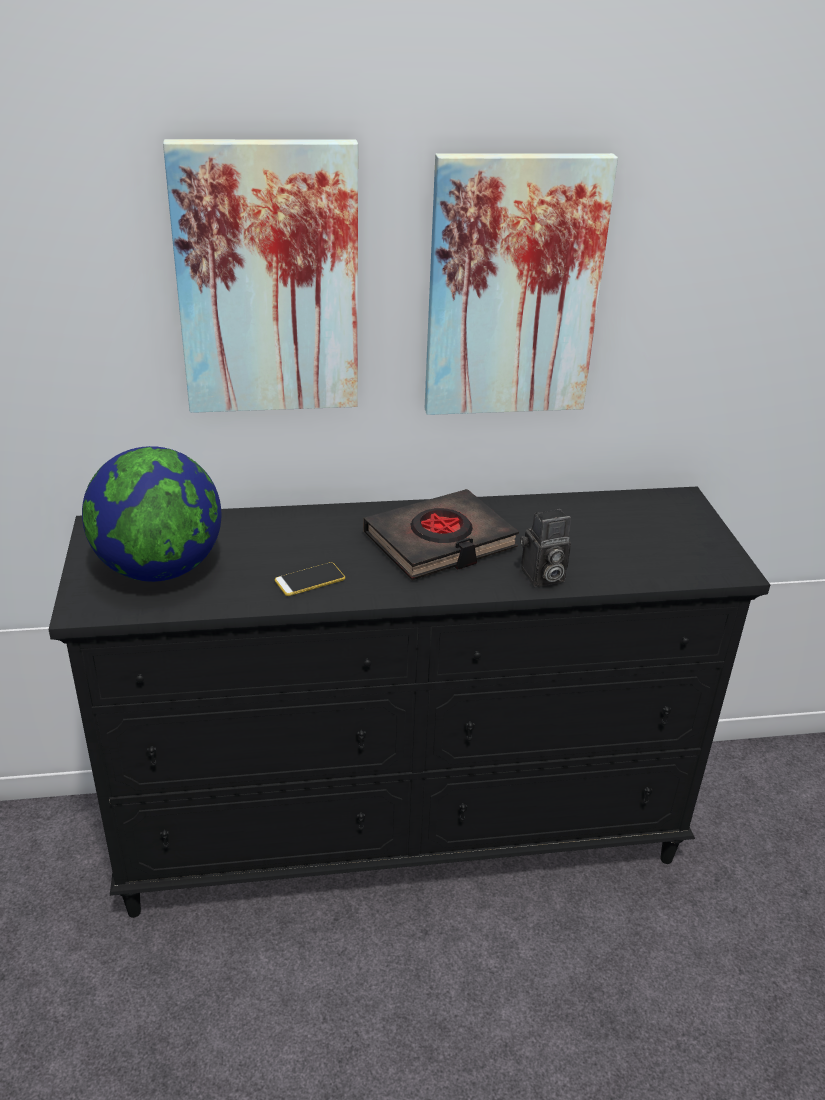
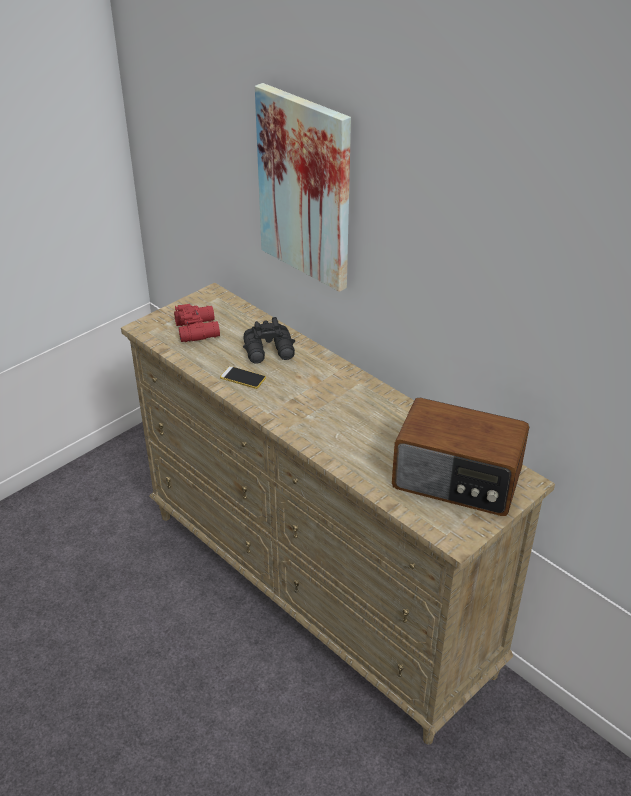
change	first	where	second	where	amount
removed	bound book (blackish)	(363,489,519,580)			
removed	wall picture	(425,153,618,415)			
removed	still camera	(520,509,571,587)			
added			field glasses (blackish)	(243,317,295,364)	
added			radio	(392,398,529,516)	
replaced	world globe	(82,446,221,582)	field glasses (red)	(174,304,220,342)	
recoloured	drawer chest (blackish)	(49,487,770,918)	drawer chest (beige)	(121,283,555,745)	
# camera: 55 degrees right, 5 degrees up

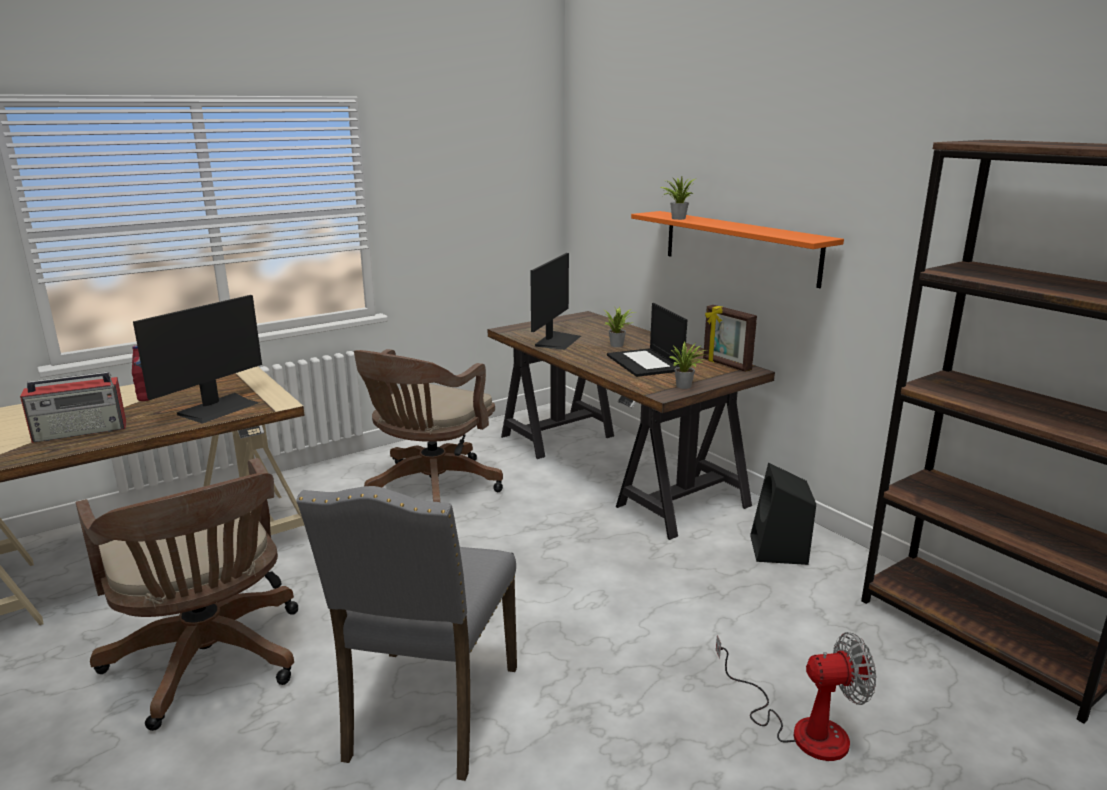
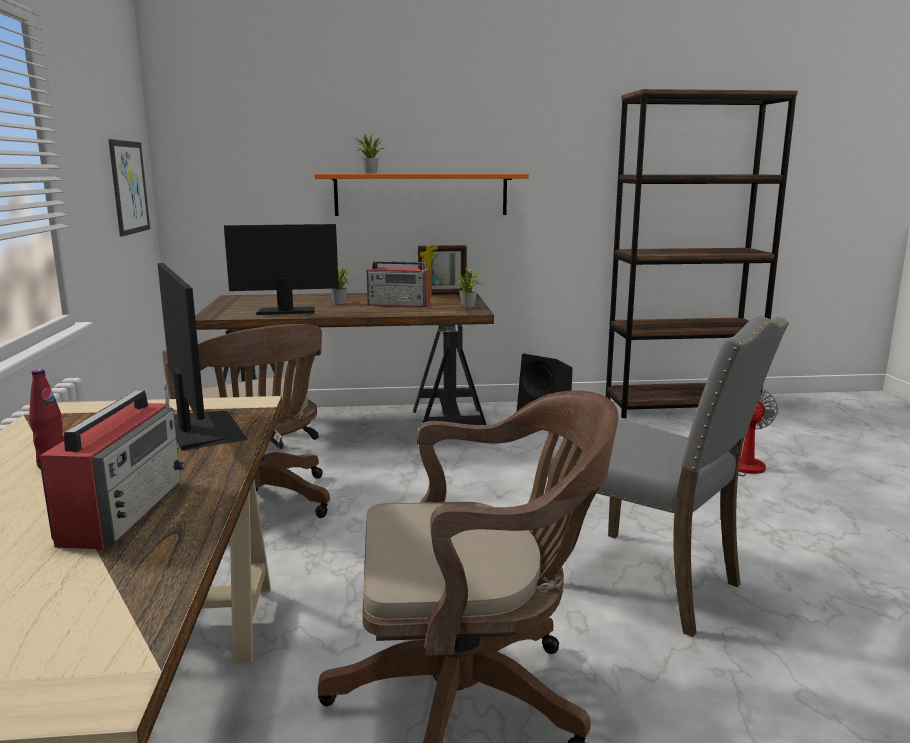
change	first	where	second	where	amount
added			wall picture	(108,139,150,237)	
replaced	laptop	(607,303,687,377)	radio	(367,261,430,307)	
turned	computer screen	(530,253,581,350)		(224,224,339,315)	60 degrees counterclockwise
# camera: 60 degrees left, 5 degrees down

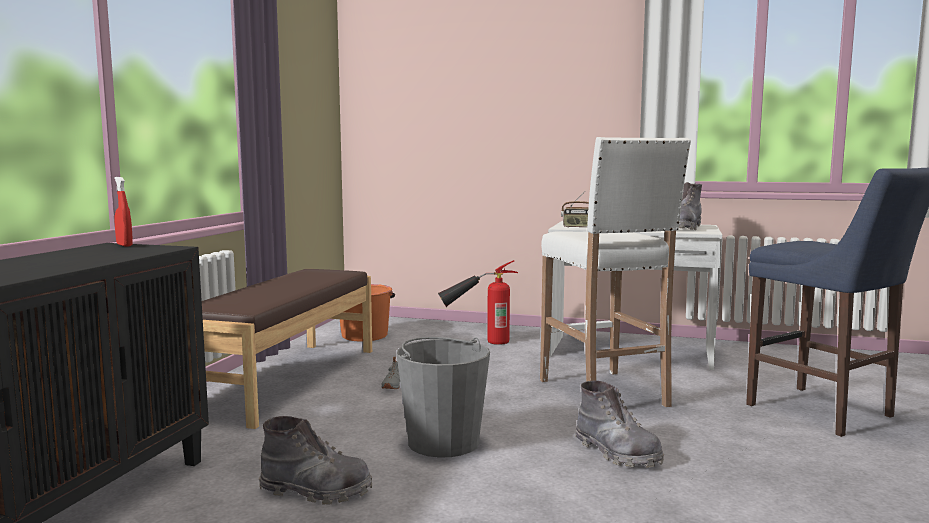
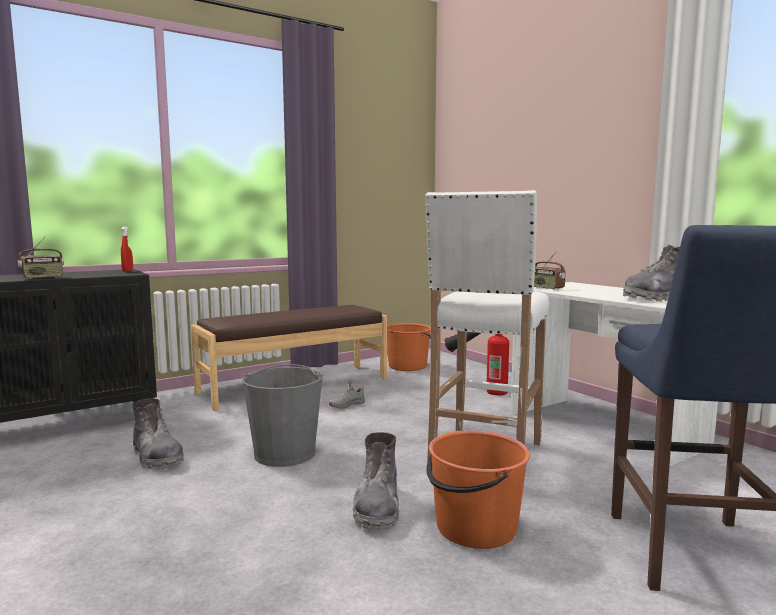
change	first	where	second	where	amount
added			radio	(17,237,64,279)	
added			water bucket (orange)	(426,430,530,549)	
# camera: 40 degrees right, 0 degrees up

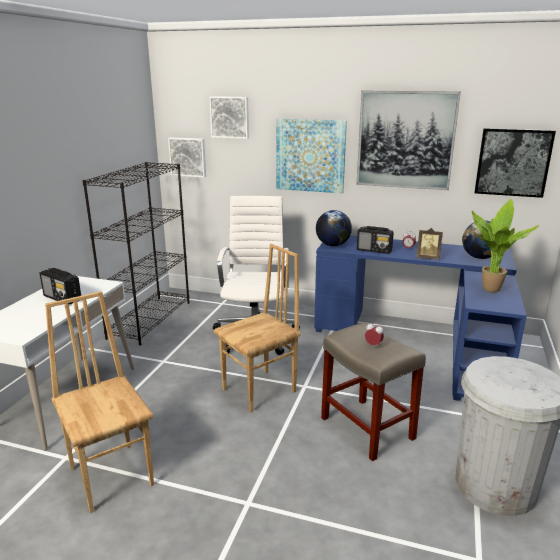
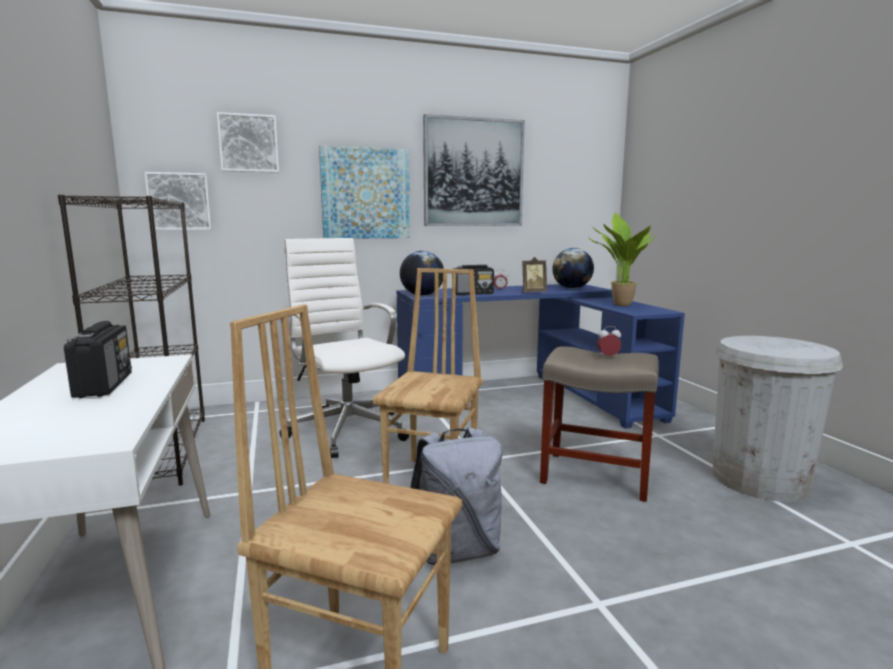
change	first	where	second	where	amount
removed	wall picture	(474,128,556,198)			
added			rucksack (grey)	(410,427,502,565)	
turned	radio	(40,268,81,304)		(64,321,132,398)	105 degrees counterclockwise
# camera: 35 degrees left, 10 degrees down

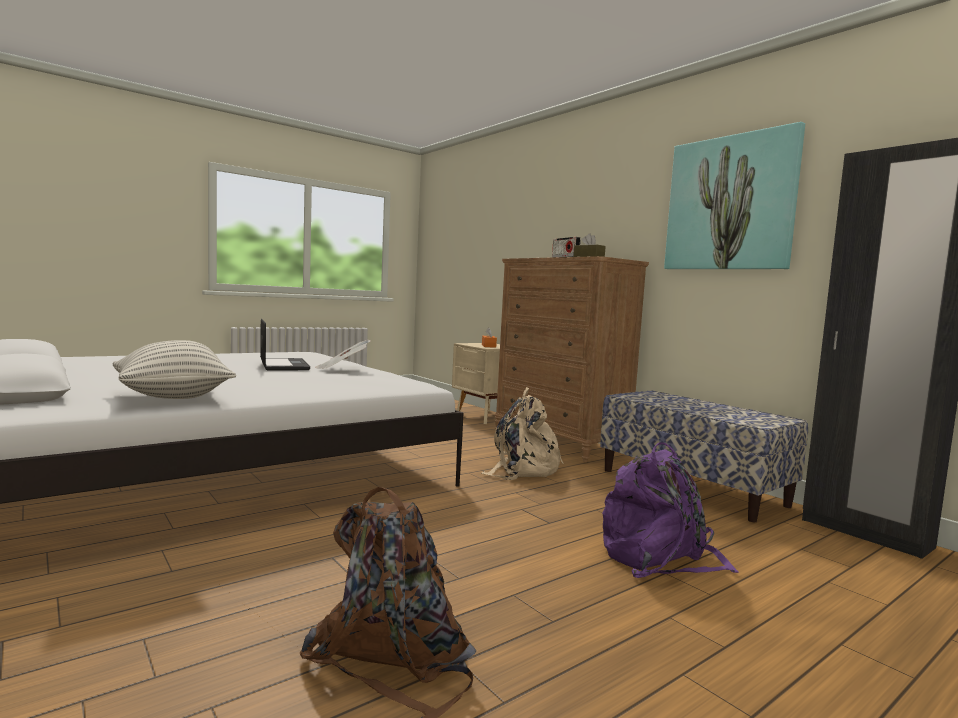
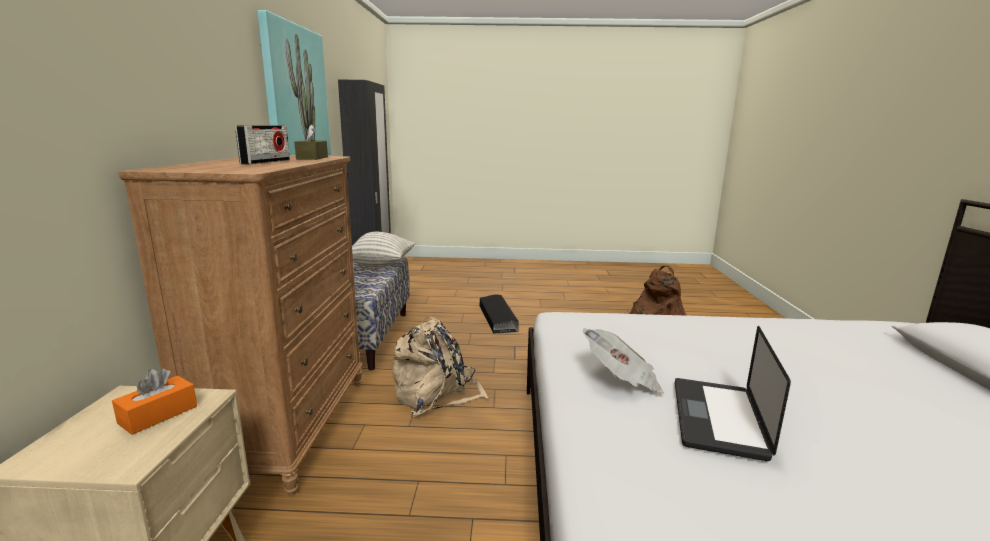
change	first	where	second	where	amount
moved	cushion	(113,340,236,399)		(352,232,415,268)	
replaced	rucksack (purple)	(602,442,739,578)	storage bin (blackish)	(480,294,519,334)	
# camera: 140 degrees left, 10 degrees up

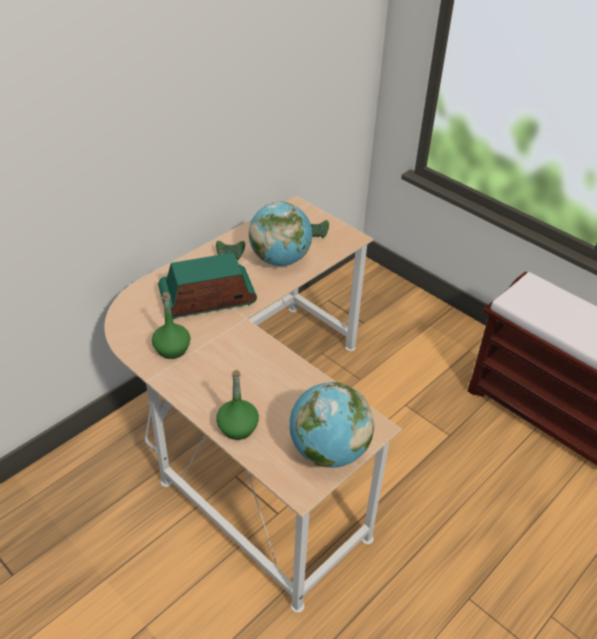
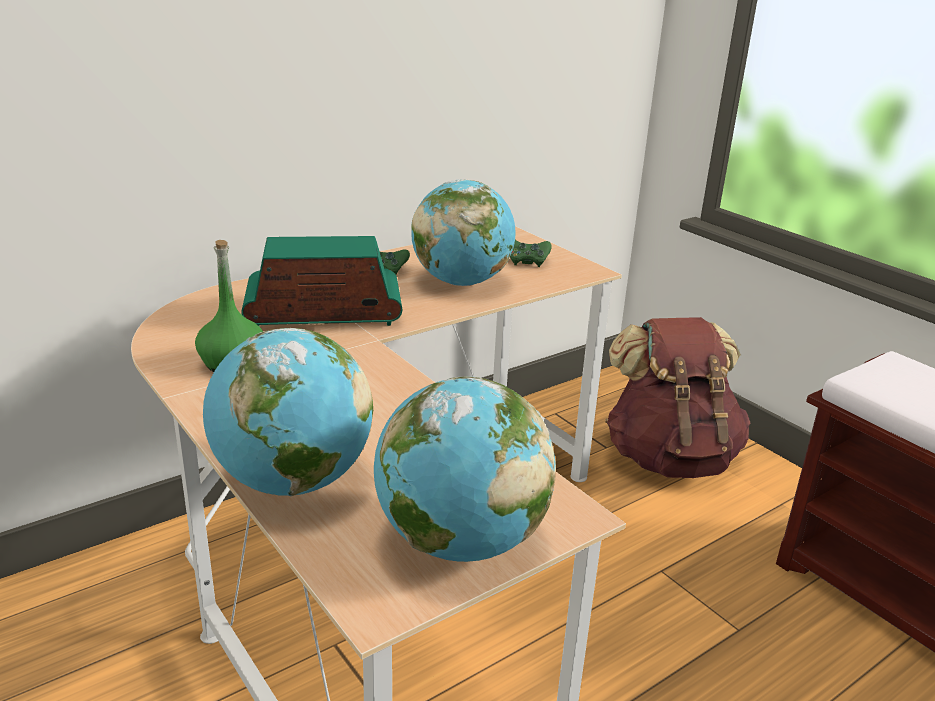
change	first	where	second	where	amount
added			rucksack (brown-coloured)	(605,317,750,478)	
replaced	bottle (green)	(216,370,259,440)	world globe	(203,328,373,496)	
# camera: 10 degrees right, 15 degrees down

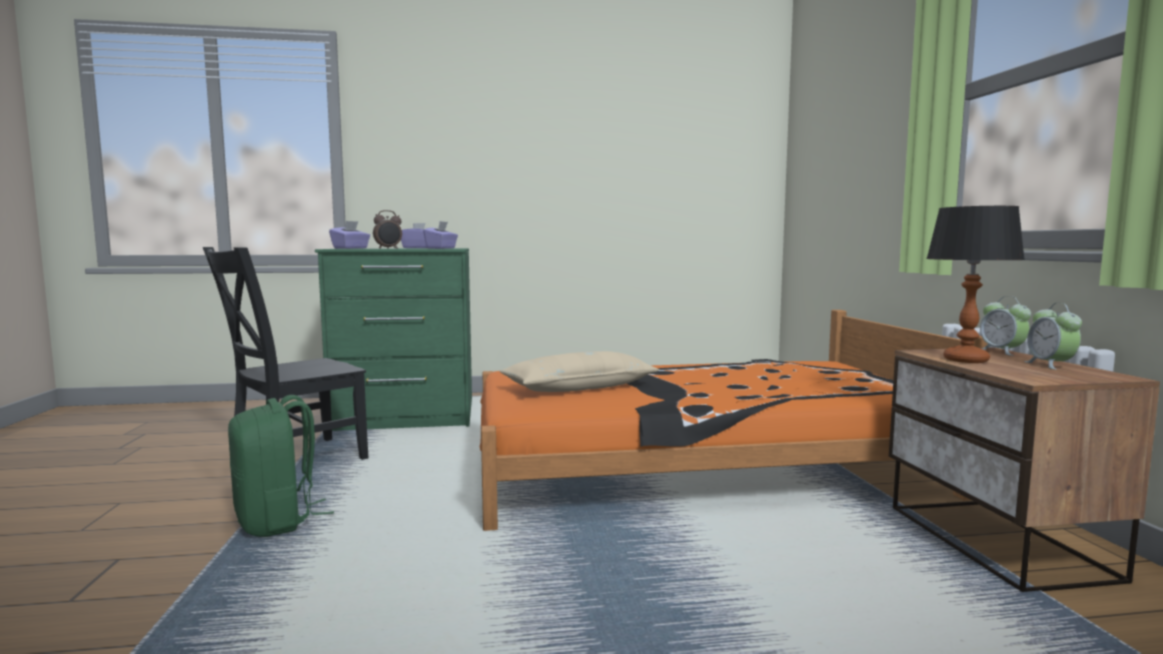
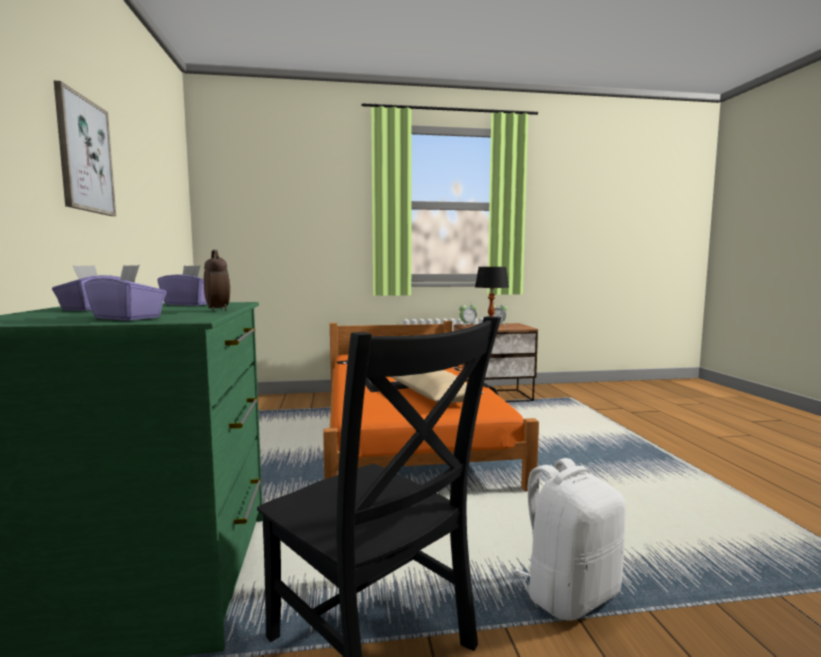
change	first	where	second	where	amount
added			wall picture	(54,81,116,216)	
recoloured	rucksack (green)	(228,395,334,537)	rucksack (white-coloured)	(515,458,626,621)	
# camera: 90 degrees left, 0 degrees up

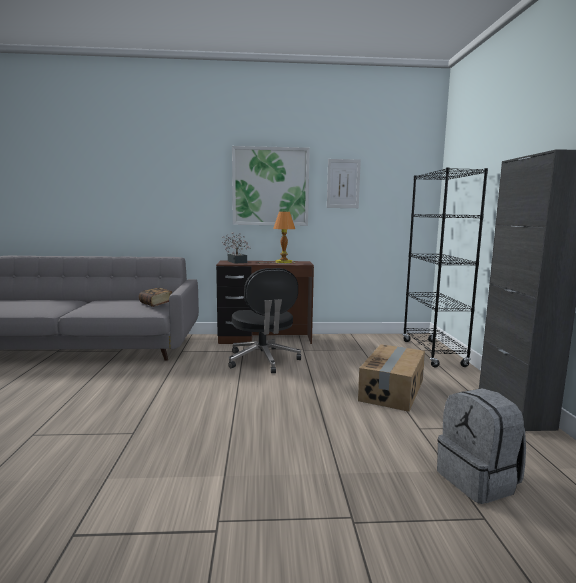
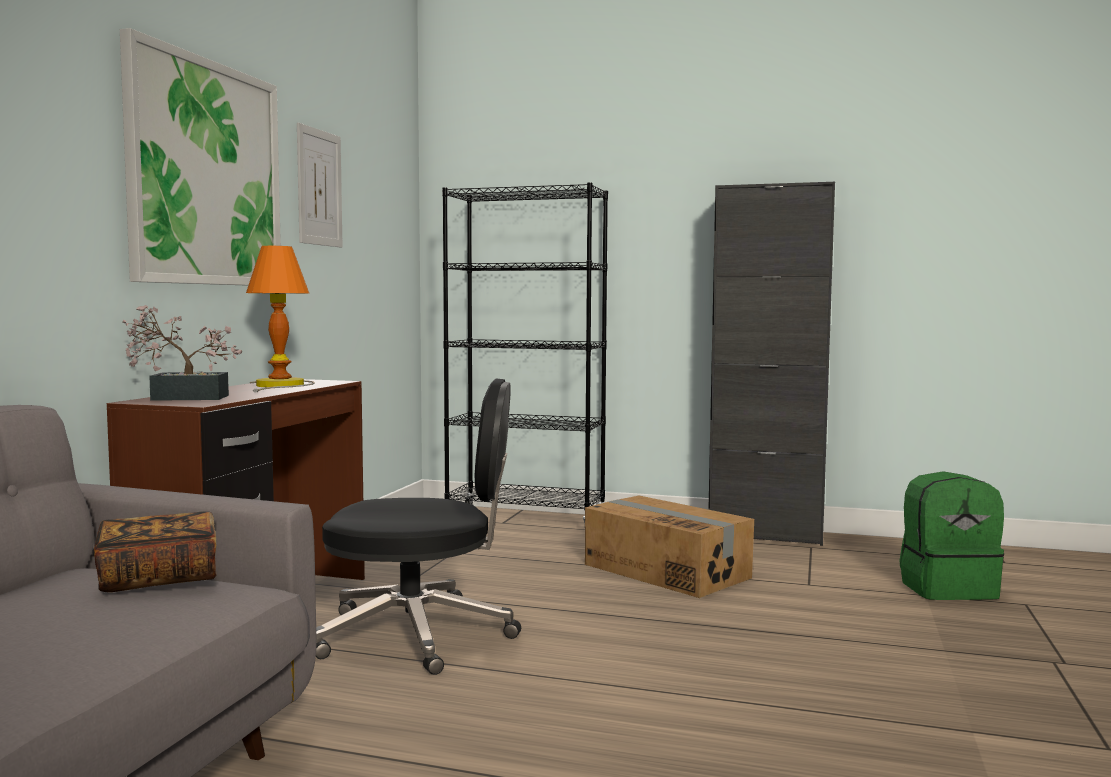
change	first	where	second	where	amount
recoloured	rucksack (grey)	(437,388,526,504)	rucksack (green)	(900,471,1004,600)	
# camera: 70 degrees left, 5 degrees down

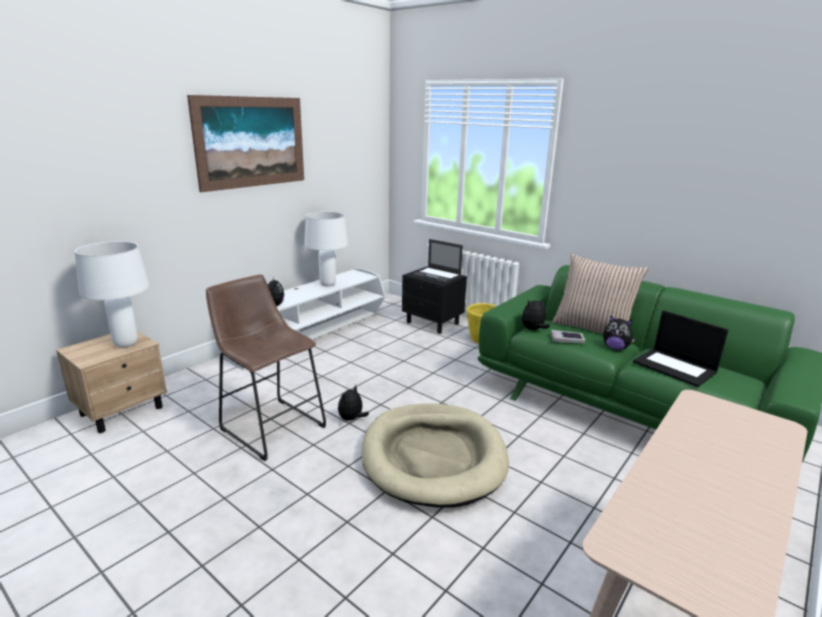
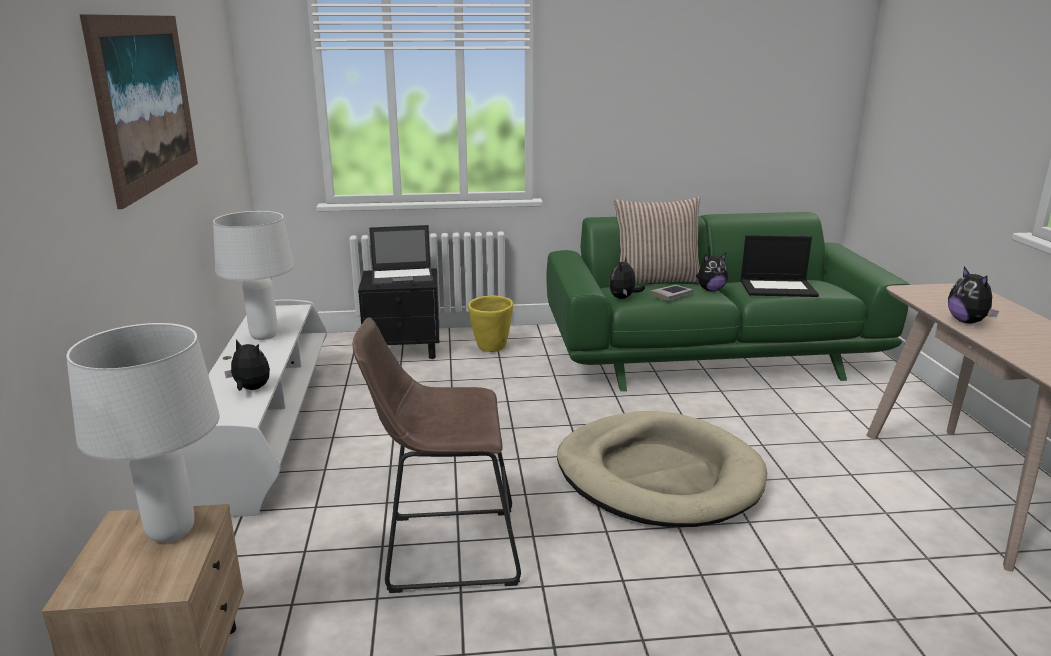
change	first	where	second	where	amount
moved	plush toy	(338,385,369,421)		(948,267,999,324)	
# camera: 45 degrees left, 0 degrees up

